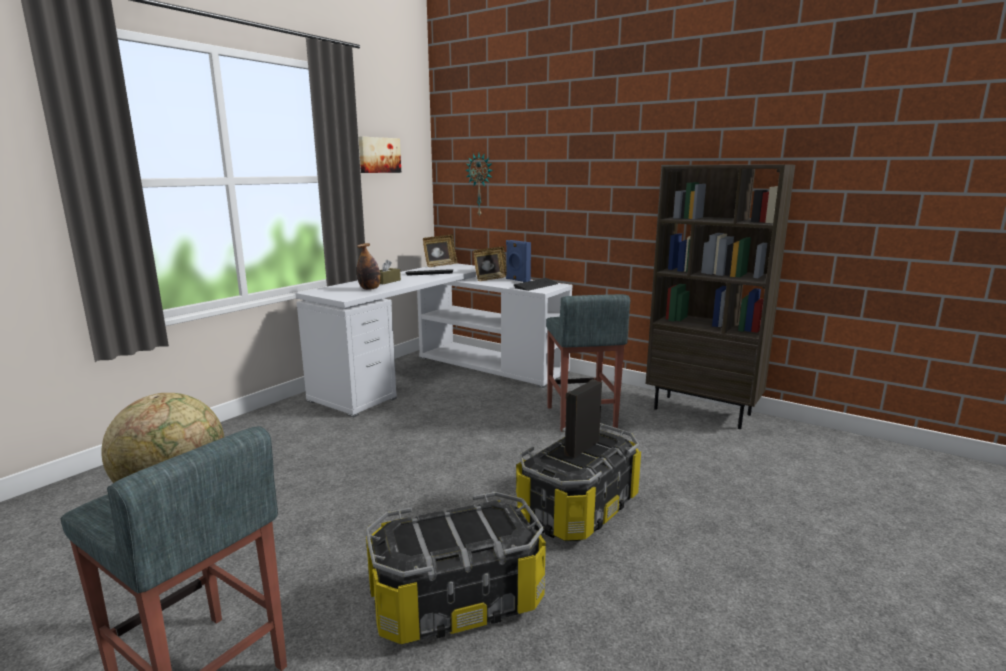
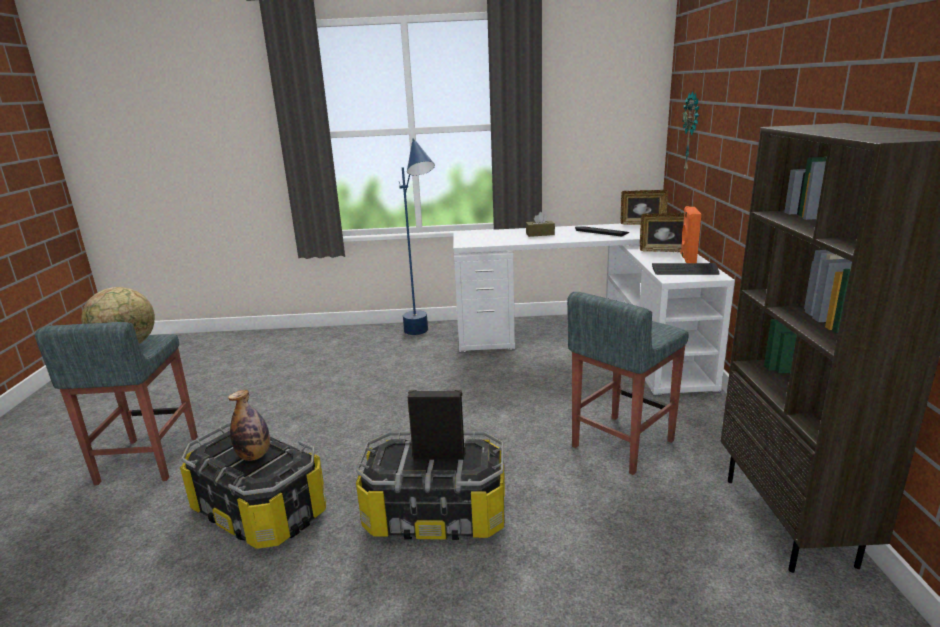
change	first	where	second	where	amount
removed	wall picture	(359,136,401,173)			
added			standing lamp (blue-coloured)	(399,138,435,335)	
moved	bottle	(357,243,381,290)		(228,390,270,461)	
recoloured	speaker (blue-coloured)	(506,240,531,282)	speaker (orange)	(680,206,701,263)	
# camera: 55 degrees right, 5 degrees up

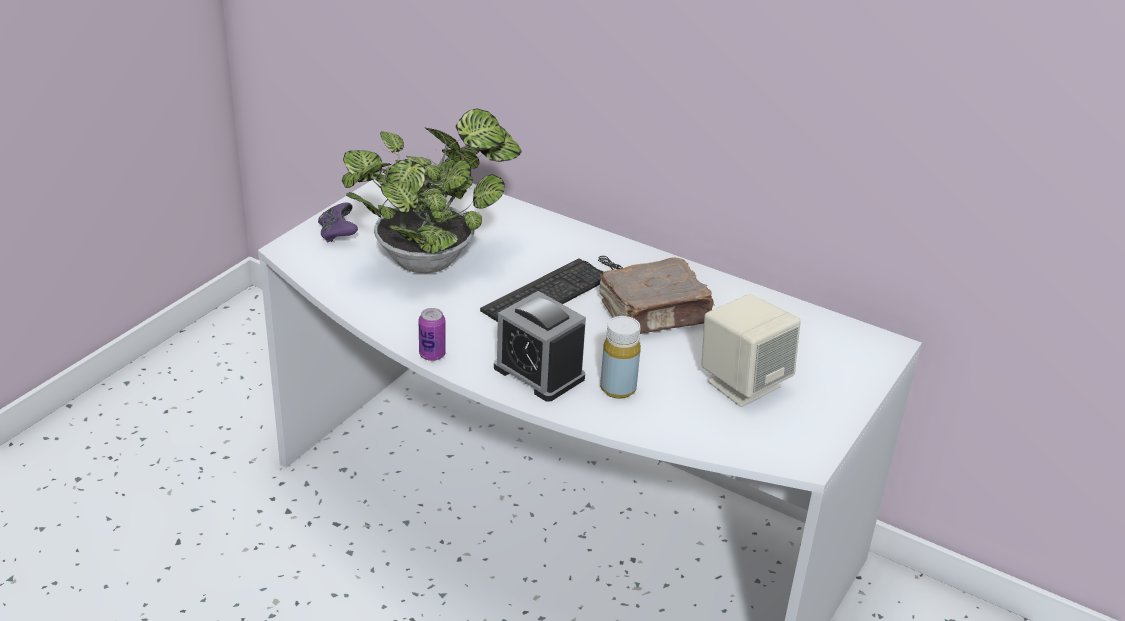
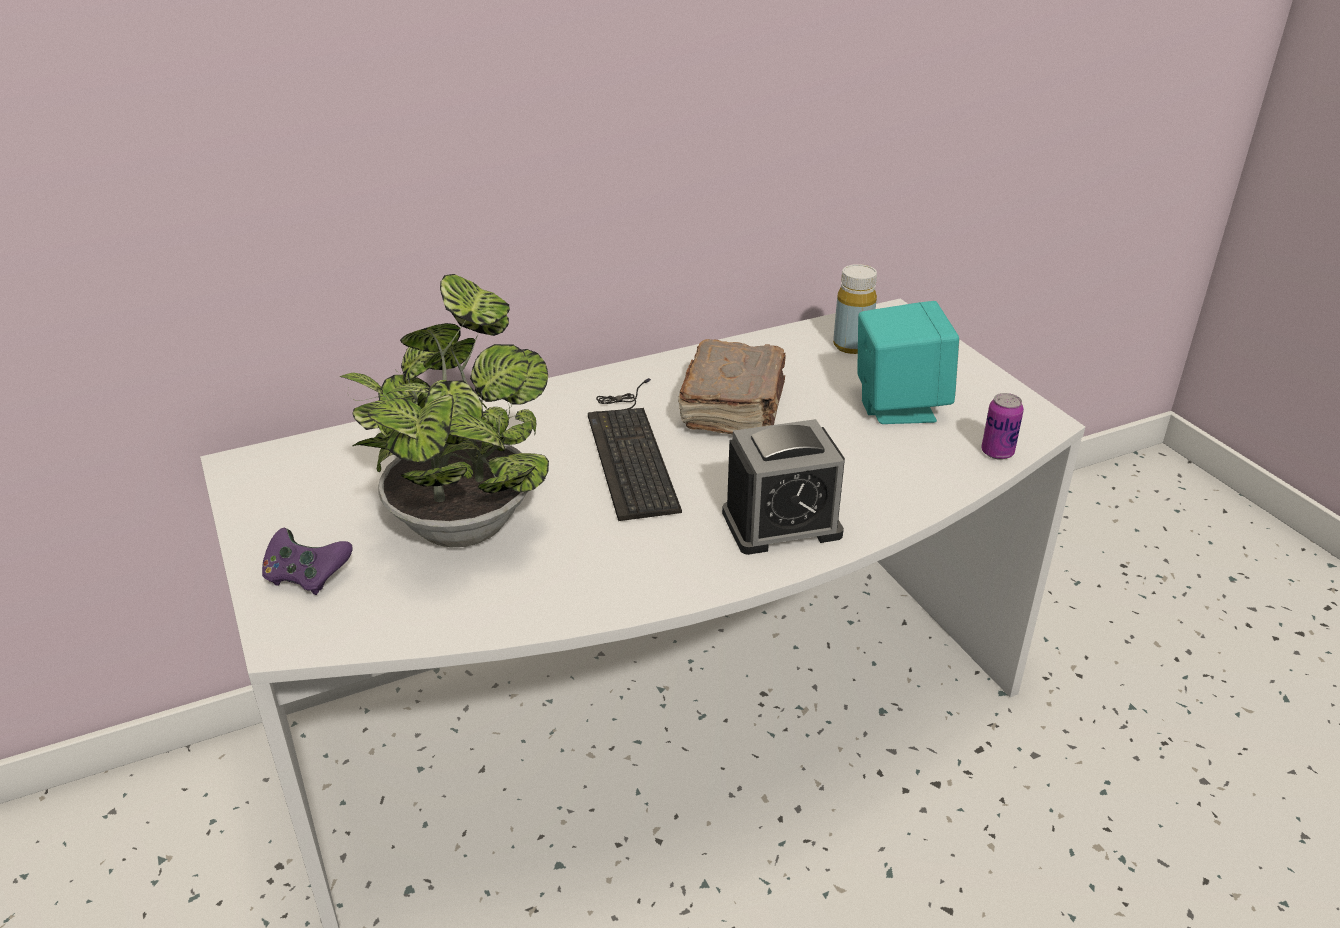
change	first	where	second	where	amount
moved	sealed can	(419,308,446,361)		(981,393,1024,460)	
moved	bottle (yellow)	(600,316,641,399)		(833,264,877,354)	
recoloured	speaker (beige)	(702,294,801,407)	speaker (turquoise-coloured)	(857,301,959,424)	
# camera: 55 degrees left, 0 degrees up

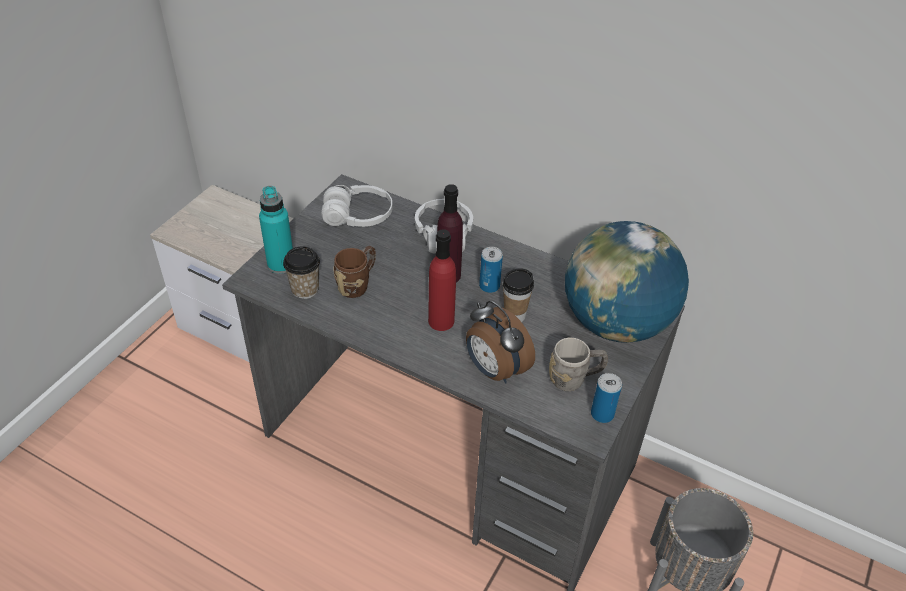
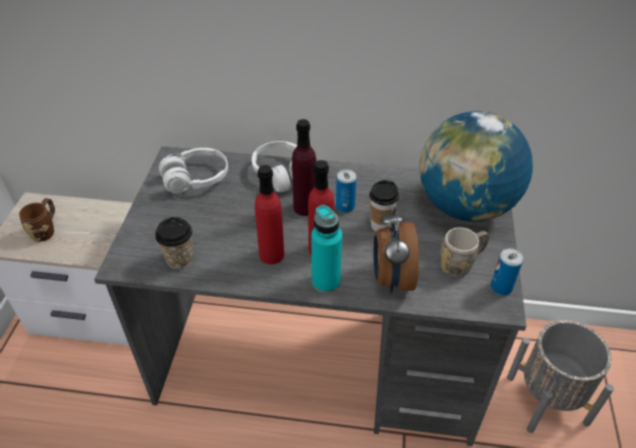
change	first	where	second	where	amount
added			bottle (red)	(255,165,284,264)	
moved	bottle (turquoise-coloured)	(259,186,293,274)		(311,205,342,293)	
moved	mug (brown-coloured)	(333,246,376,298)		(19,198,55,242)	
turned	bedside clock	(466,301,535,383)		(374,208,419,293)	60 degrees clockwise
# camera: 20 degrees left, 0 degrees up

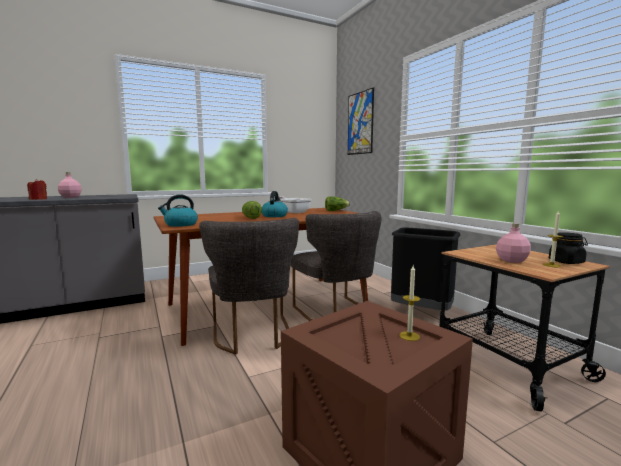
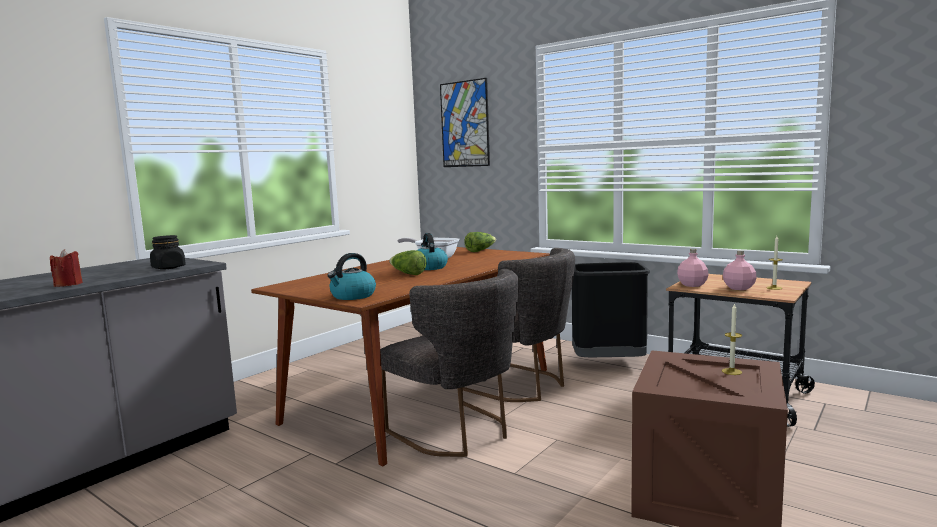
change	first	where	second	where	amount
moved	bottle (pinkish)	(58,172,82,198)		(677,249,708,287)	
moved	preserve jar (blackish)	(549,232,588,264)		(150,235,186,269)	
# camera: 25 degrees left, 0 degrees up

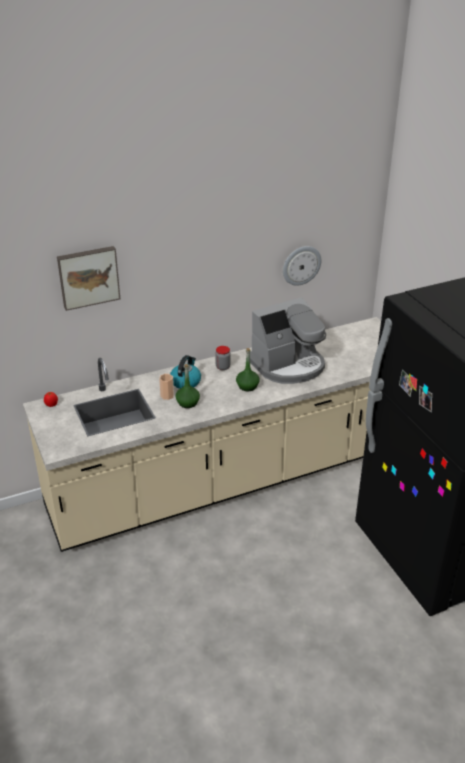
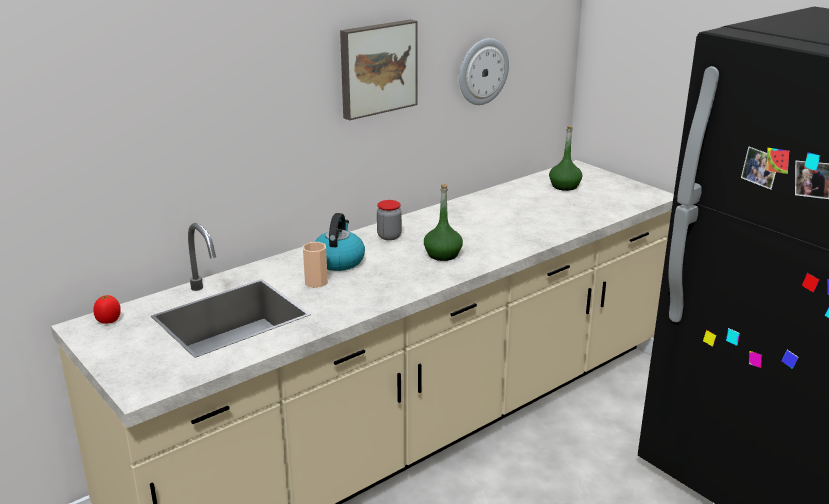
change	first	where	second	where	amount
removed	coffee maker	(250,297,326,384)			
moved	wall picture	(57,246,120,311)		(340,19,418,120)	
moved	bottle (green)	(176,364,200,408)		(549,125,582,191)	
# camera: 15 degrees left, 10 degrees down

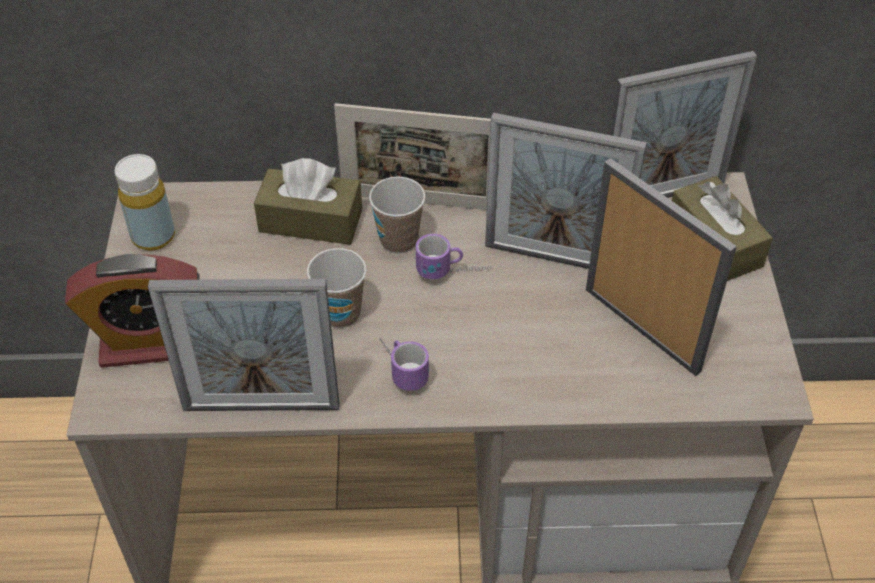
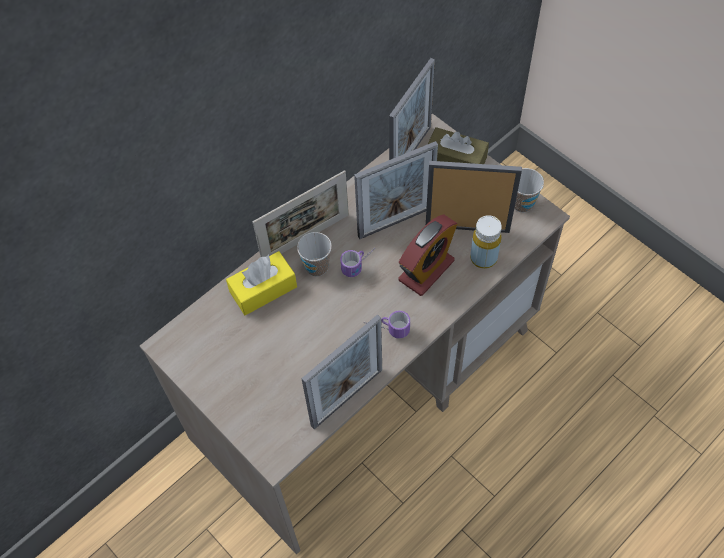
change	first	where	second	where	amount
moved	bedside clock	(65,254,199,368)		(398,214,457,296)	
moved	bottle (yellow)	(115,154,175,251)		(470,215,502,269)	
moved	drinking cup	(307,248,366,328)		(514,168,544,212)	
recoloured	tissue box (brown-coloured)	(254,158,362,245)	tissue box (yellow)	(226,251,297,315)	
# camera: 40 degrees left, 10 degrees up

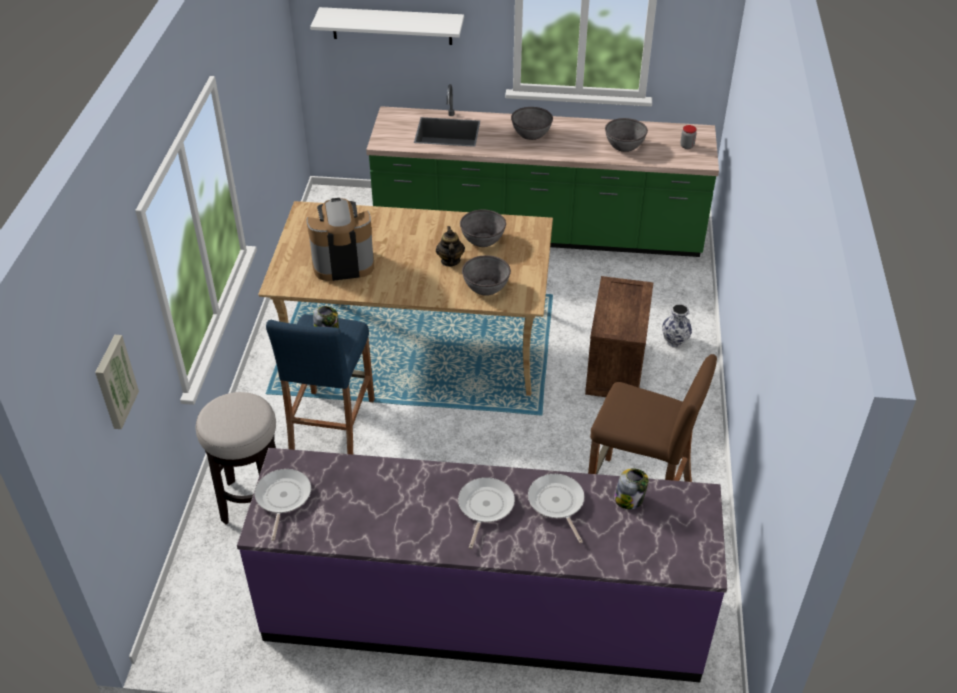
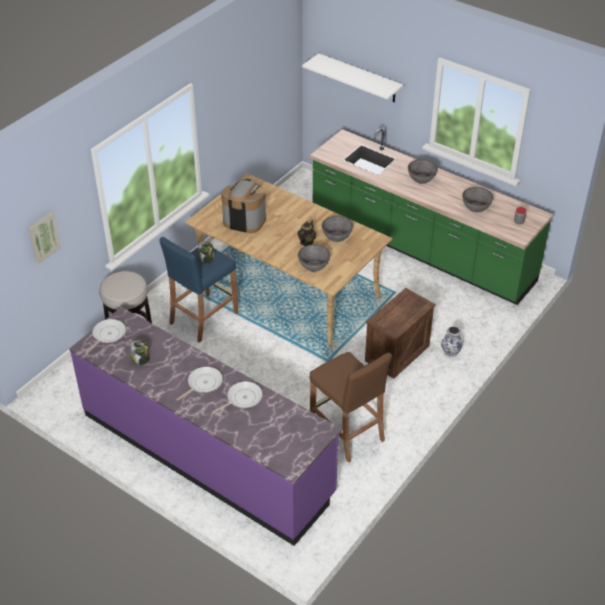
change	first	where	second	where	amount
moved	preserve jar	(614,468,649,509)		(130,340,149,365)	
turned	pan	(528,474,584,543)		(213,381,263,413)	45 degrees clockwise
# camera: 30 degrees right, 0 degrees up

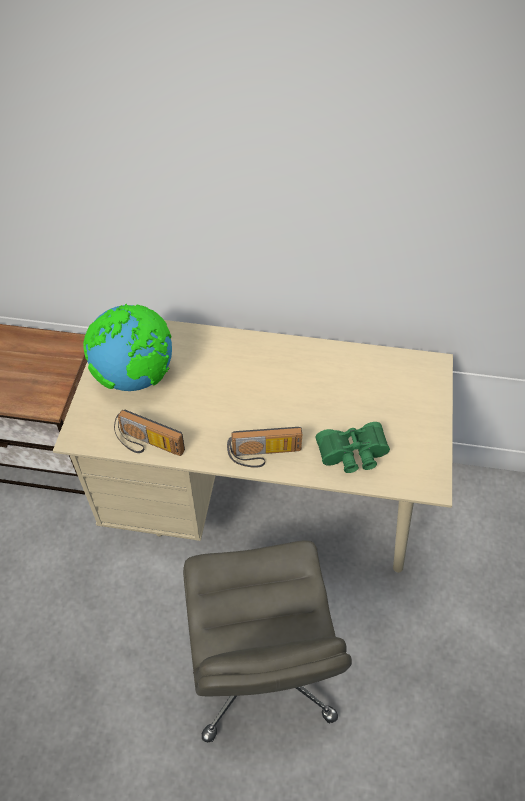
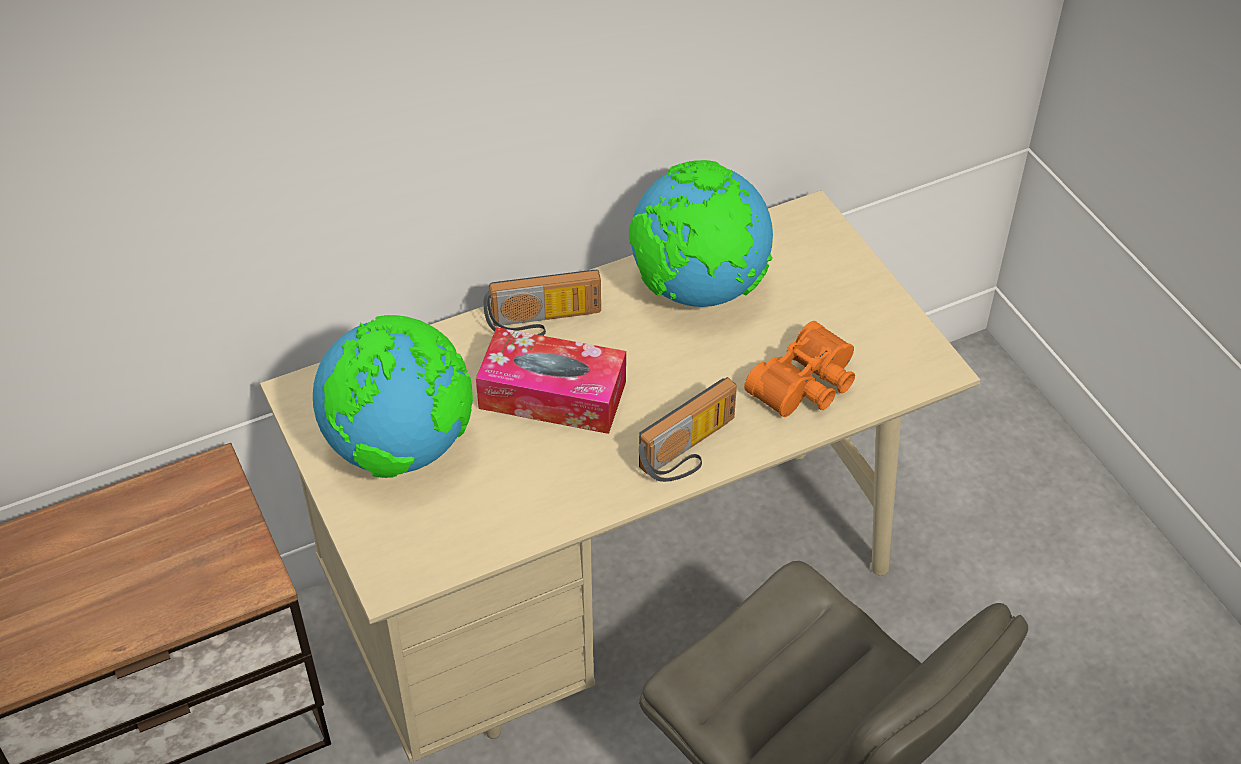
change	first	where	second	where	amount
added			tissue box	(476,327,626,434)	
added			world globe	(629,160,773,307)	
moved	radio	(114,410,185,456)		(483,270,601,336)	
recoloured	field glasses (green)	(316,422,390,473)	field glasses (orange)	(744,321,855,417)	
# camera: 35 degrees left, 5 degrees down

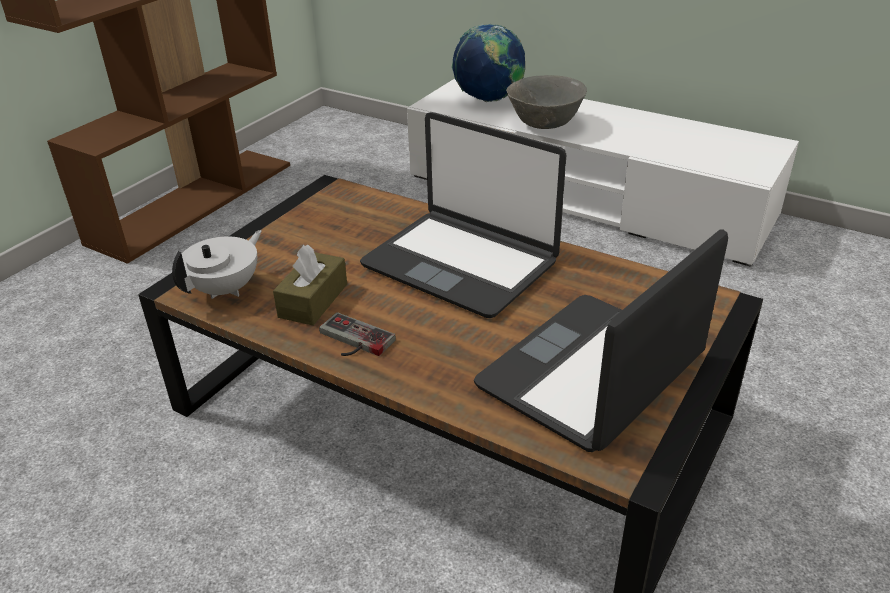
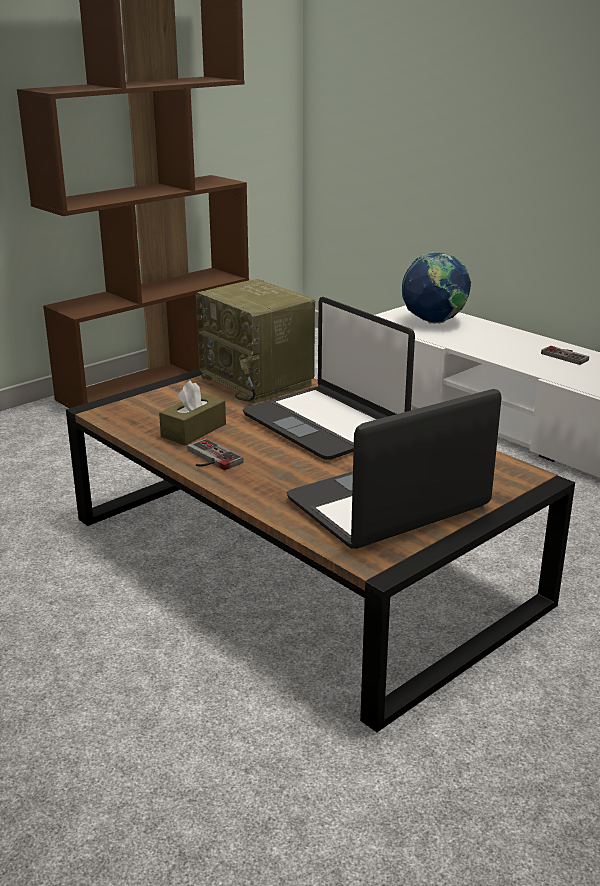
change	first	where	second	where	amount
removed	pot for tea (white-coloured)	(172,230,262,299)			
removed	deep dish (grey)	(506,75,587,129)			
added			radio	(196,279,315,404)	
added			game controller	(541,346,589,365)	
# camera: 15 degrees right, 10 degrees down

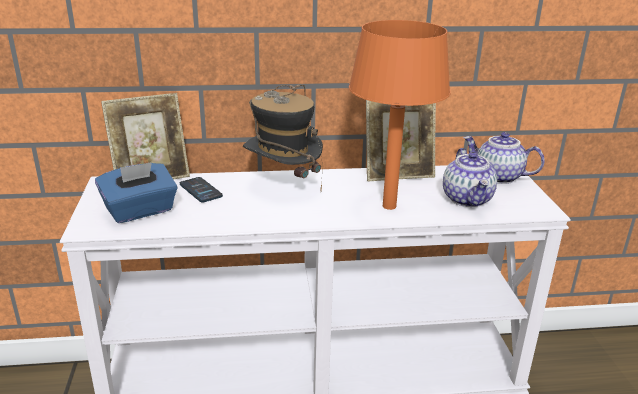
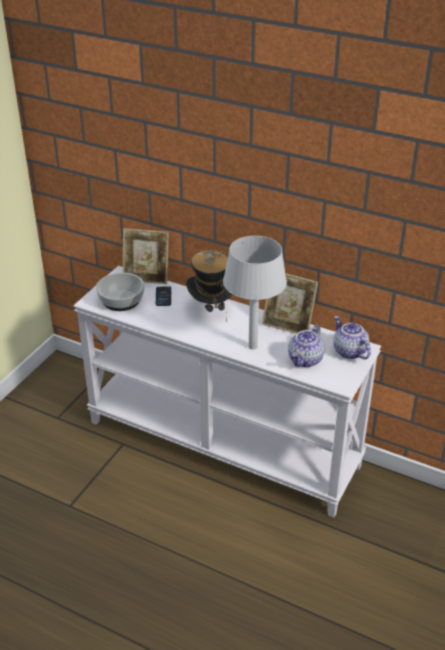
change	first	where	second	where	amount
replaced	tissue box (blue-coloured)	(95,162,178,223)	deep dish	(96,273,145,311)	
recoloured	table lamp (orange)	(349,20,451,210)	table lamp (grey)	(223,236,287,350)	
# camera: 35 degrees right, 10 degrees up

